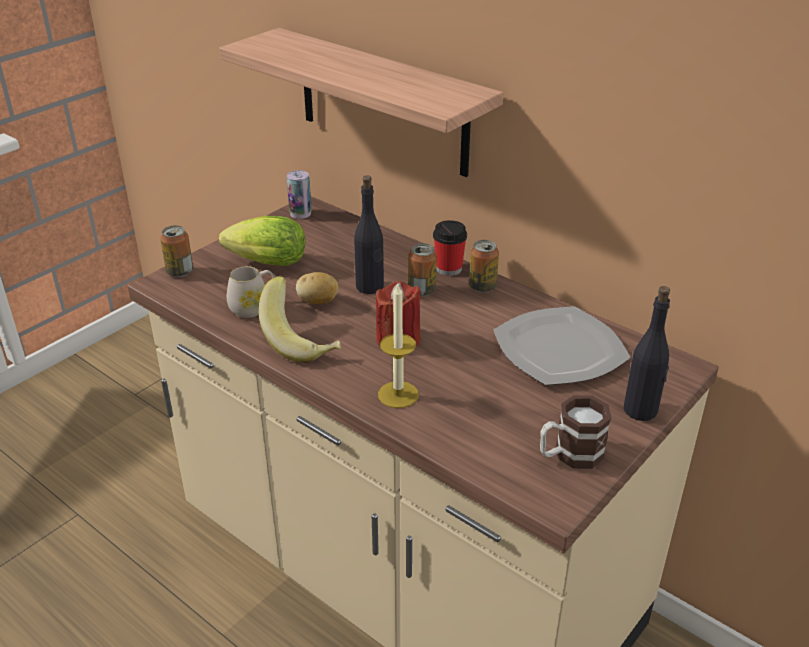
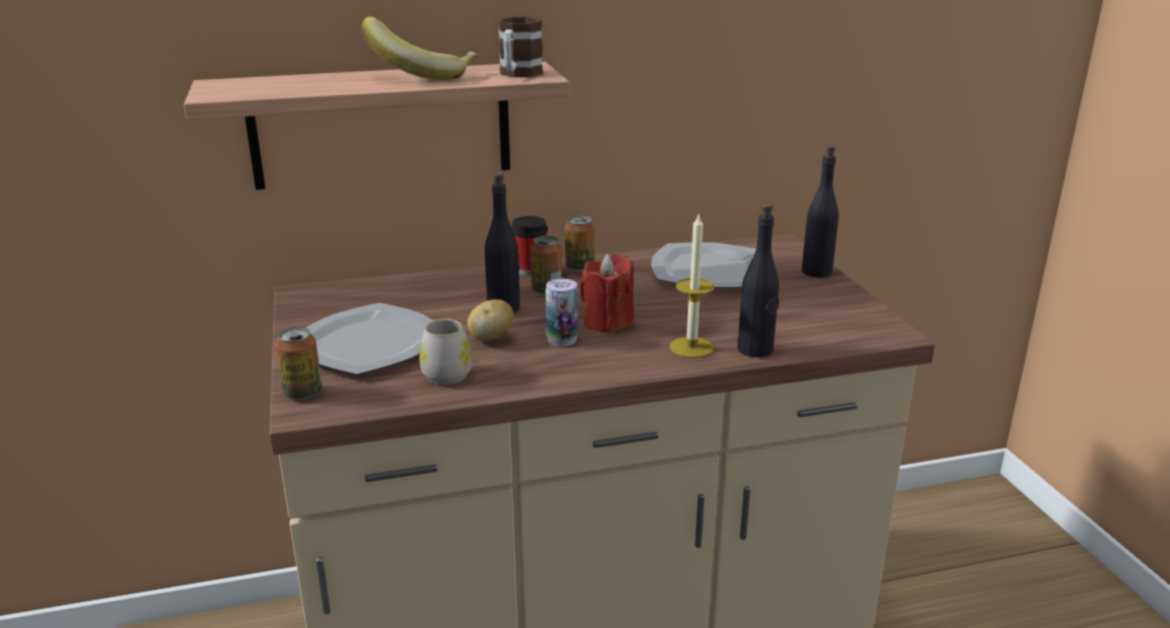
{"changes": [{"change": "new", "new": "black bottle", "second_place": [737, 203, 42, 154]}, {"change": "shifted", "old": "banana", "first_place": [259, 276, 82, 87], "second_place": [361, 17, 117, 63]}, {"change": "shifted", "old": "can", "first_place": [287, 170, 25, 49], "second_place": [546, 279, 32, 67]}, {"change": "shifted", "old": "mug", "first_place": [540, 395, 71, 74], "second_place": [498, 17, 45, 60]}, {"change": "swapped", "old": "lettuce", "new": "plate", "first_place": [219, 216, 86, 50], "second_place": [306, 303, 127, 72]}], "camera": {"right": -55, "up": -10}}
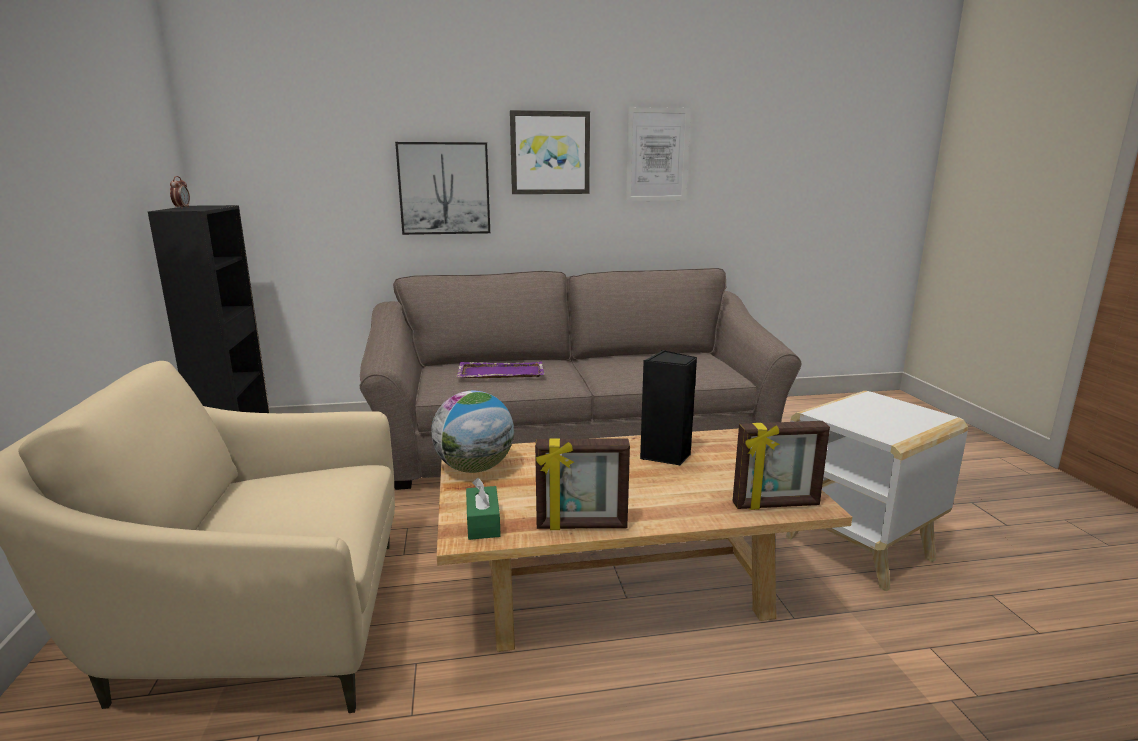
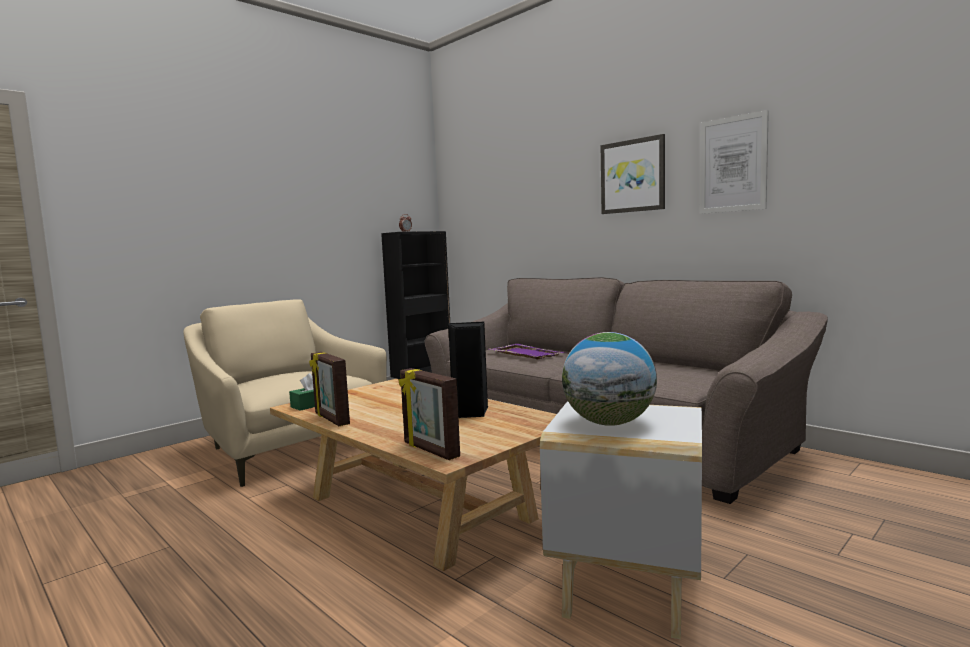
{"changes": [{"change": "gone", "old": "picture", "first_place": [395, 142, 95, 93]}, {"change": "shifted", "old": "globe", "first_place": [431, 391, 83, 82], "second_place": [562, 332, 95, 94]}], "camera": {"right": 55, "up": -10}}
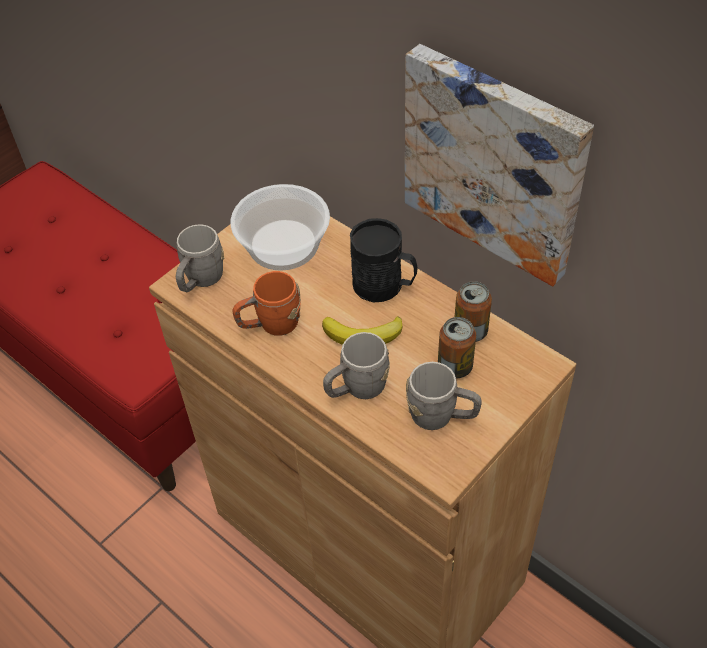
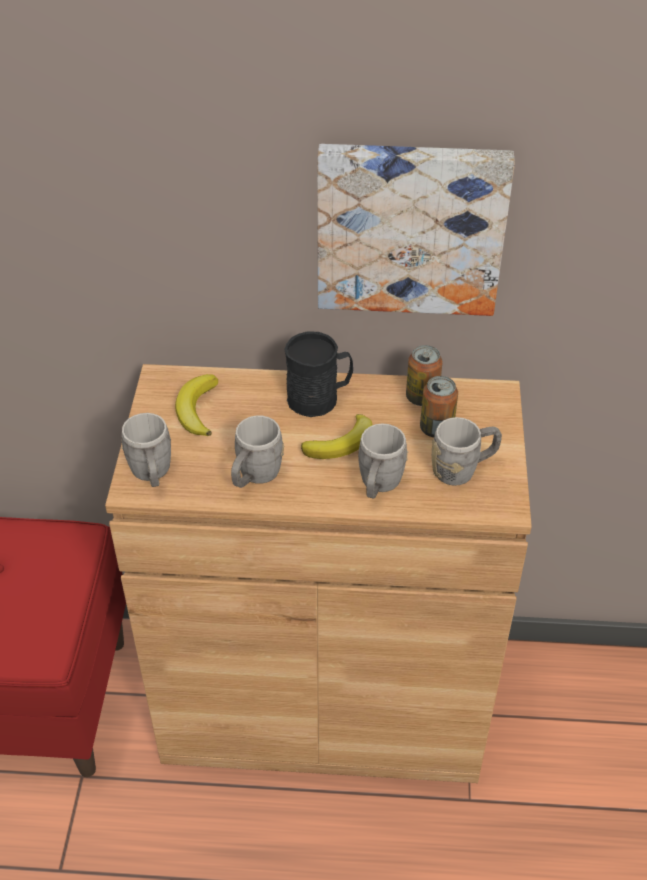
{"changes": [{"change": "swapped", "old": "bowl", "new": "banana", "first_place": [230, 184, 100, 87], "second_place": [175, 374, 43, 62]}, {"change": "repainted", "old": "orange mug", "new": "grey mug", "first_place": [232, 271, 69, 65], "second_place": [231, 416, 53, 72]}], "camera": {"right": -40, "up": -5}}
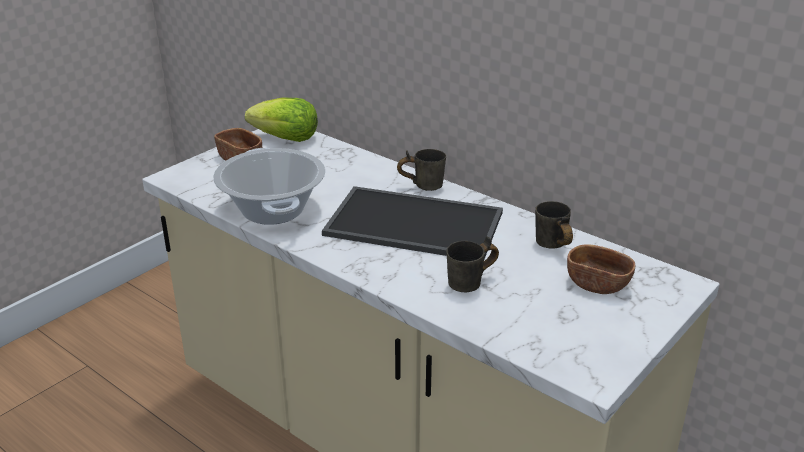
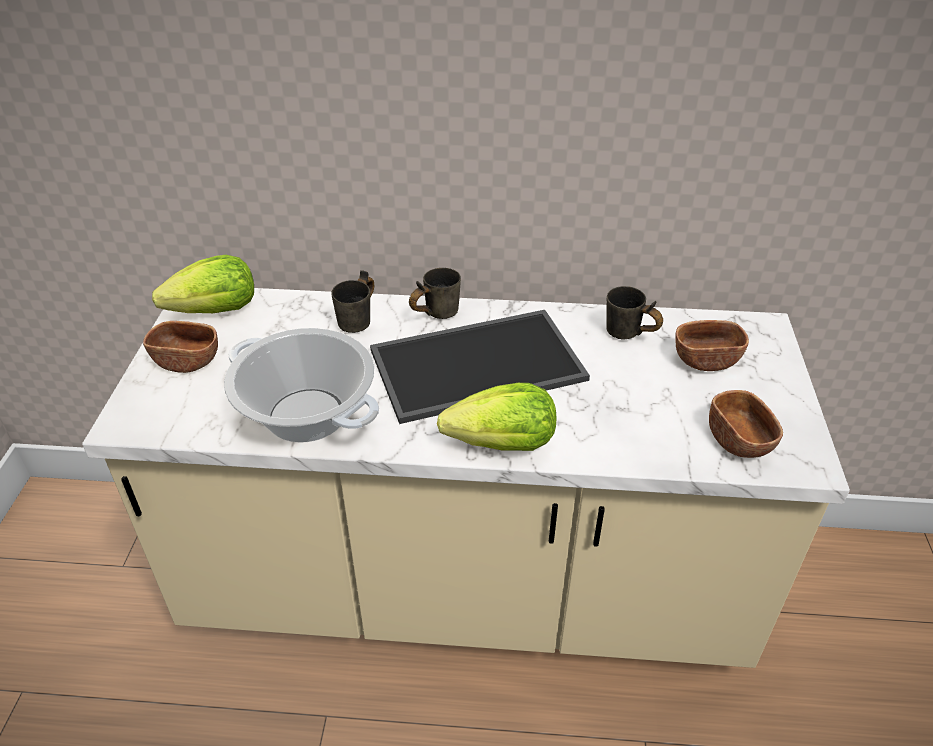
{"changes": [{"change": "new", "new": "lettuce", "second_place": [437, 383, 119, 68]}, {"change": "new", "new": "brown bowl", "second_place": [709, 390, 74, 68]}, {"change": "shifted", "old": "grey mug", "first_place": [446, 236, 53, 56], "second_place": [331, 270, 43, 63]}], "camera": {"right": -35, "up": 10}}
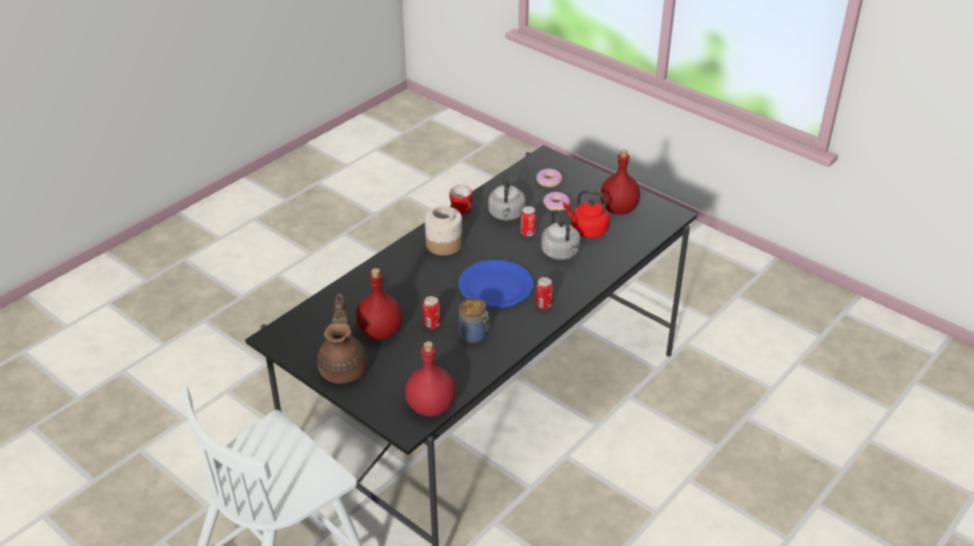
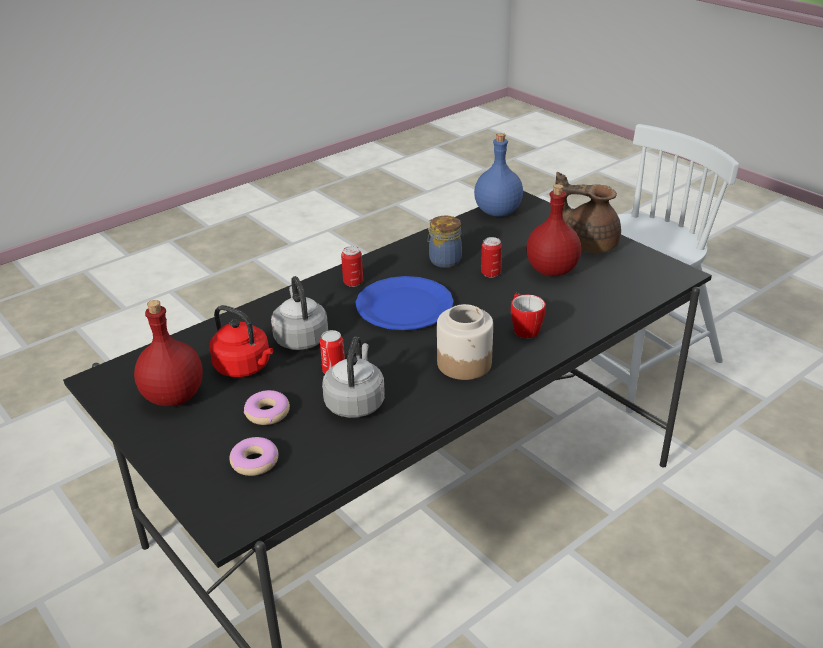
{"changes": [{"change": "shifted", "old": "mug", "first_place": [449, 185, 24, 30], "second_place": [511, 293, 35, 46]}, {"change": "repainted", "old": "red bottle", "new": "blue bottle", "first_place": [405, 341, 50, 76], "second_place": [474, 133, 49, 84]}, {"change": "rotated", "old": "brown teapot", "first_place": [317, 294, 51, 90], "second_place": [555, 172, 66, 81], "degrees": 105}], "camera": {"right": -170, "up": -5}}
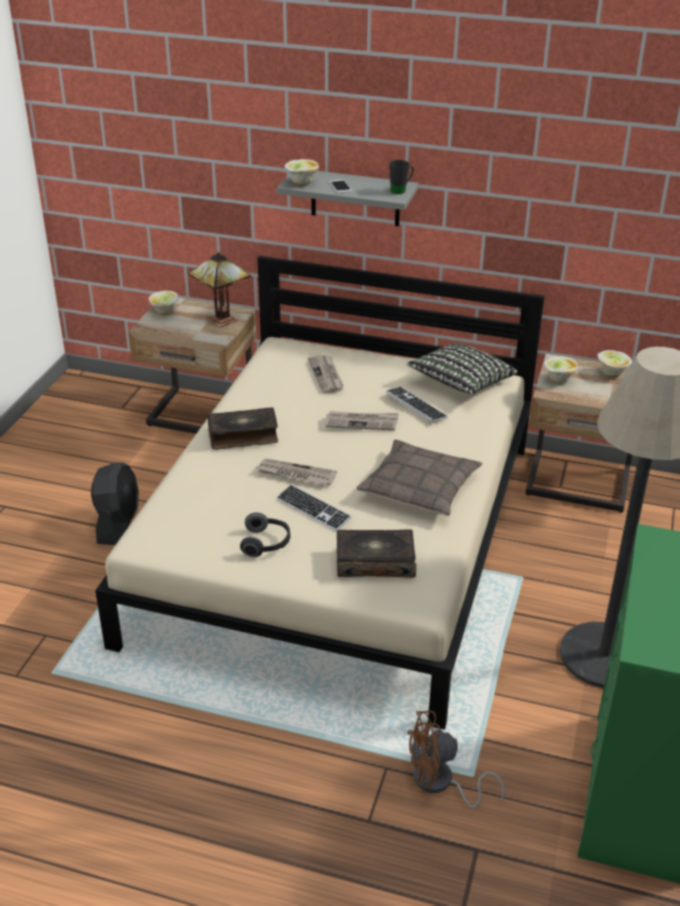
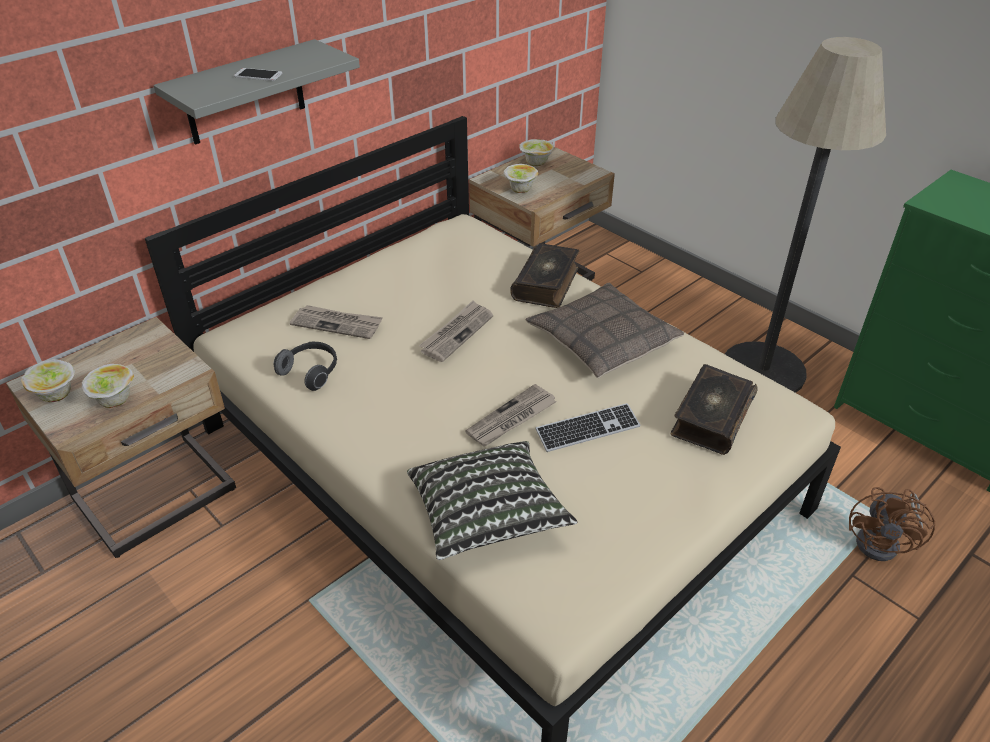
{"changes": [{"change": "gone", "old": "black fan", "first_place": [91, 462, 48, 83]}, {"change": "gone", "old": "table lamp", "first_place": [188, 252, 63, 75]}, {"change": "gone", "old": "keyboard", "first_place": [386, 387, 62, 36]}, {"change": "gone", "old": "black mug", "first_place": [389, 160, 25, 34]}, {"change": "shifted", "old": "book", "first_place": [208, 407, 70, 43], "second_place": [510, 243, 69, 65]}, {"change": "shifted", "old": "headphones", "first_place": [240, 513, 50, 44], "second_place": [273, 342, 64, 49]}, {"change": "shifted", "old": "bowl", "first_place": [284, 159, 35, 26], "second_place": [82, 364, 52, 44]}, {"change": "shifted", "old": "pillow", "first_place": [407, 343, 111, 51], "second_place": [407, 441, 171, 119]}], "camera": {"right": -60, "up": 5}}
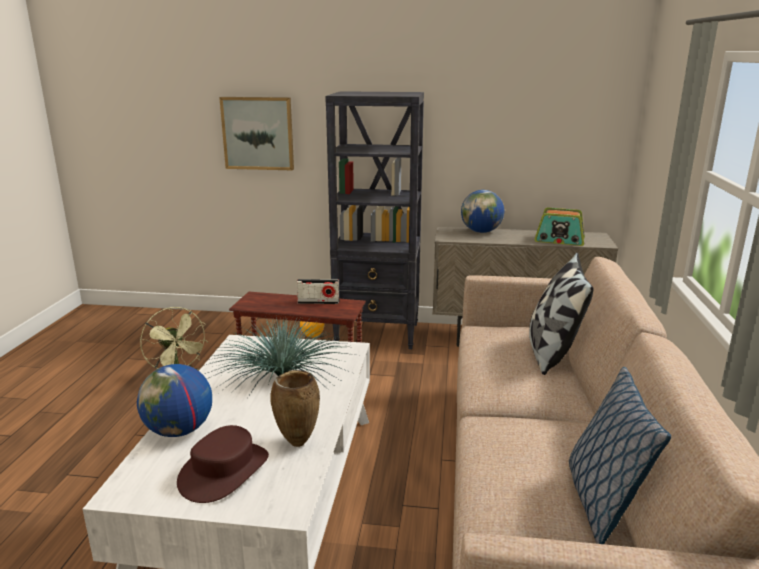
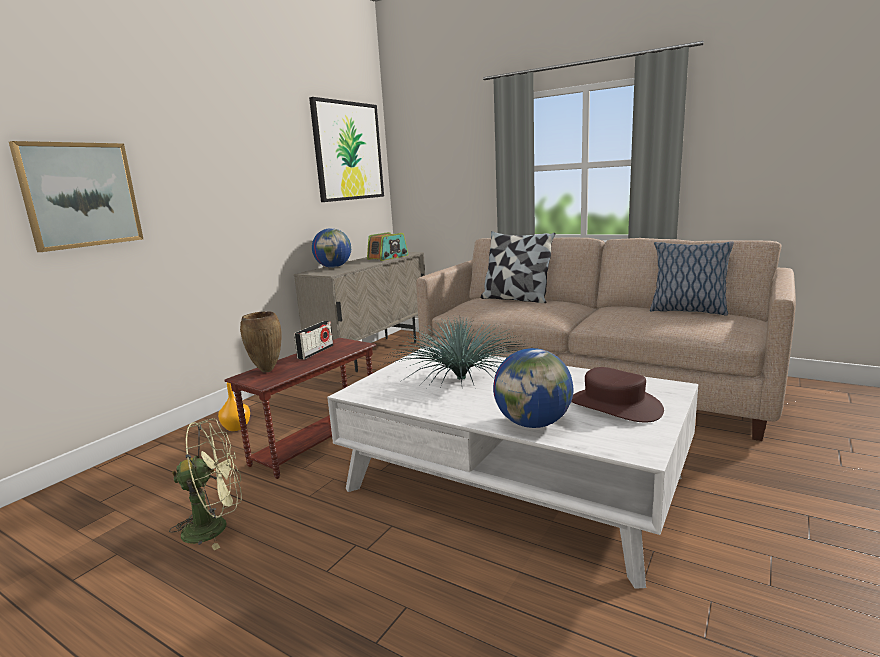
{"changes": [{"change": "gone", "old": "black bookcase", "first_place": [325, 91, 99, 258]}, {"change": "new", "new": "picture", "second_place": [309, 97, 75, 105]}, {"change": "shifted", "old": "brown vase", "first_place": [270, 370, 50, 77], "second_place": [240, 311, 41, 61]}], "camera": {"right": -65, "up": -5}}
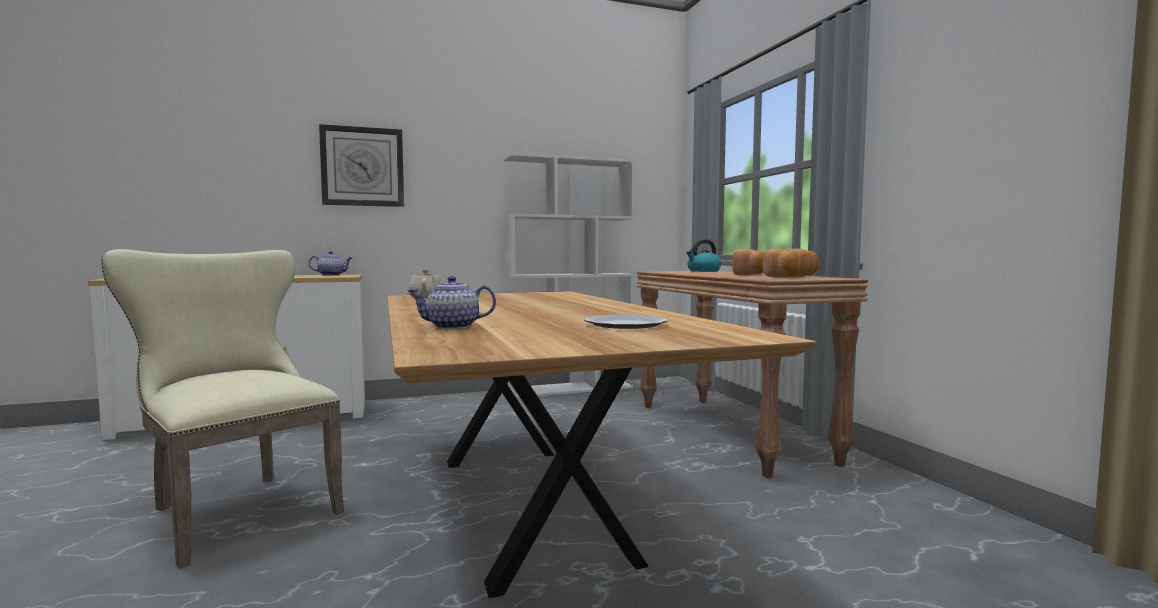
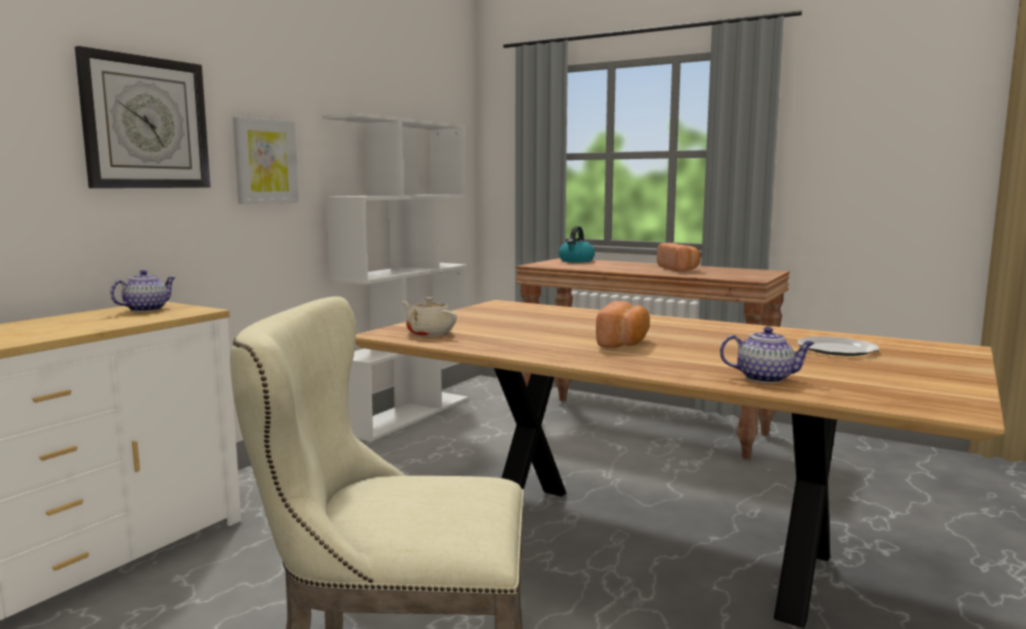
{"changes": [{"change": "new", "new": "picture", "second_place": [233, 116, 66, 88]}, {"change": "shifted", "old": "bread", "first_place": [763, 249, 56, 29], "second_place": [596, 301, 54, 47]}, {"change": "rotated", "old": "teapot", "first_place": [408, 276, 88, 53], "second_place": [720, 327, 95, 56], "degrees": -120}], "camera": {"right": -40, "up": 5}}
